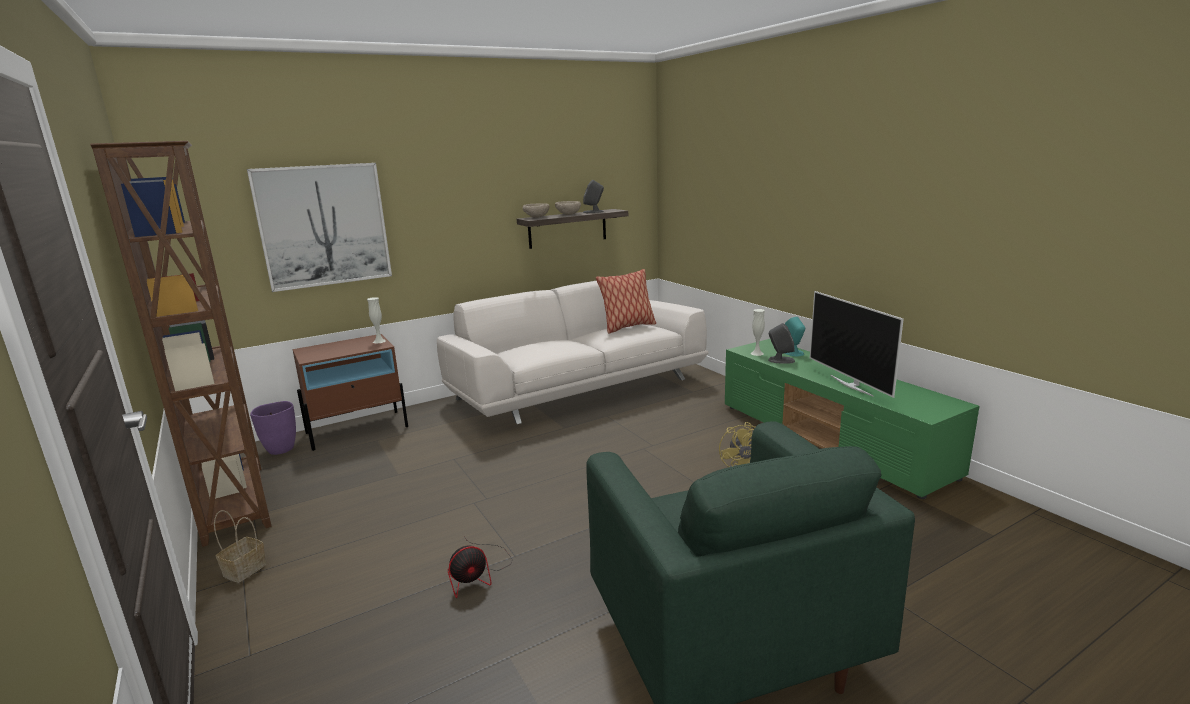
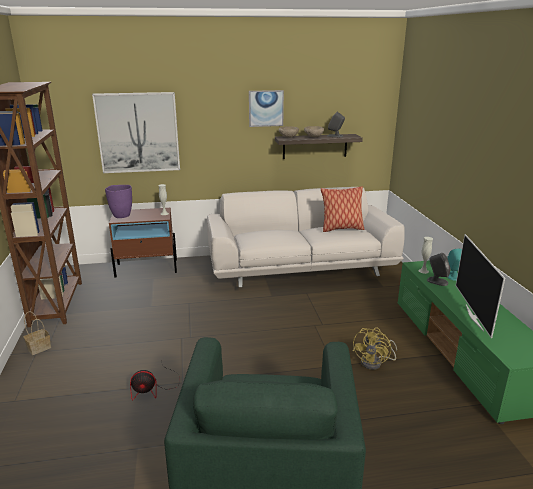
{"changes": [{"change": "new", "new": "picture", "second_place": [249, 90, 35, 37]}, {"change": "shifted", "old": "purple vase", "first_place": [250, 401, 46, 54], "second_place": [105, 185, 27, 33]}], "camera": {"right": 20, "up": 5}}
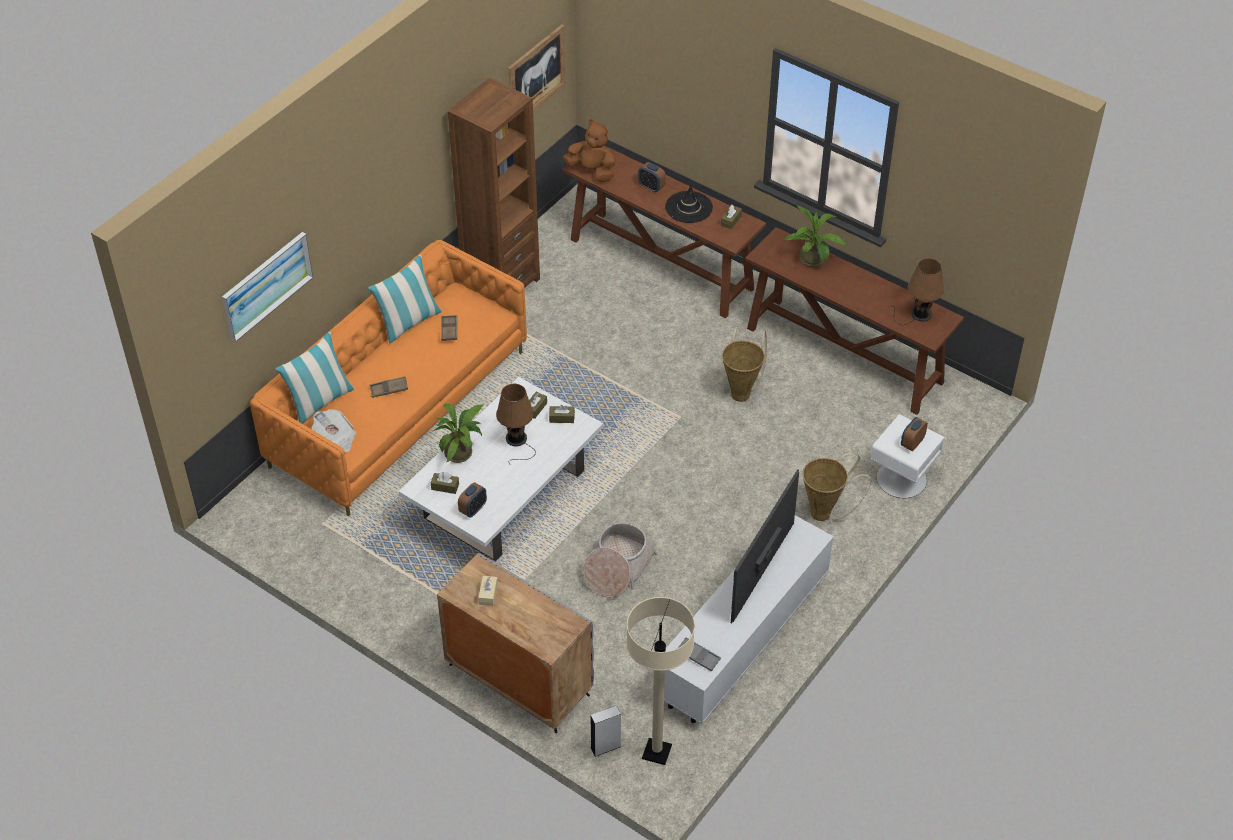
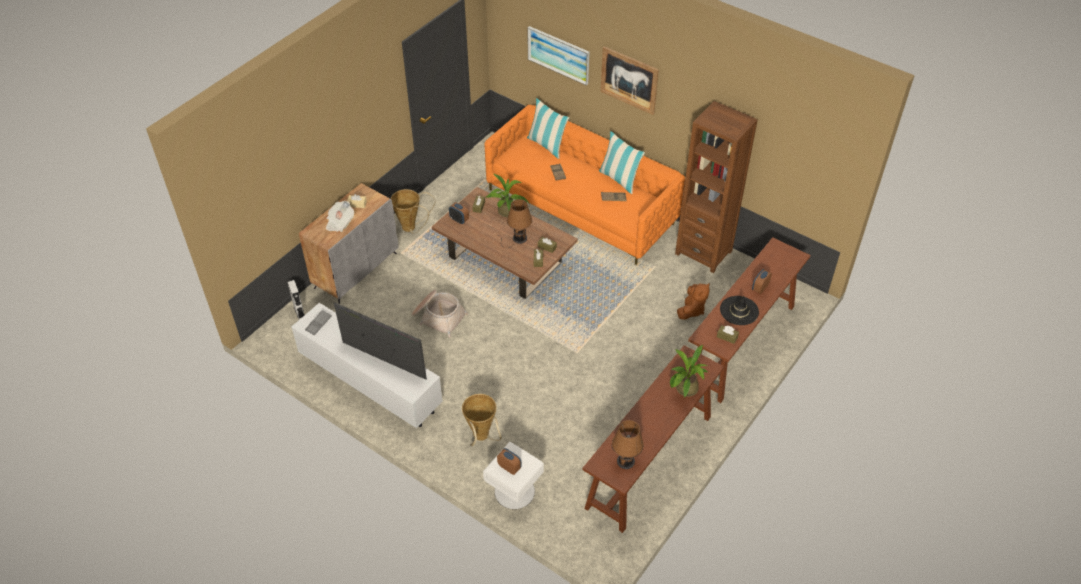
{"changes": [{"change": "gone", "old": "beige floor lamp", "first_place": [626, 597, 69, 168]}, {"change": "shifted", "old": "newspaper", "first_place": [311, 409, 46, 43], "second_place": [326, 201, 28, 31]}, {"change": "shifted", "old": "picture", "first_place": [508, 25, 58, 86], "second_place": [600, 46, 59, 69]}, {"change": "shifted", "old": "brown plush toy", "first_place": [563, 119, 53, 63], "second_place": [677, 283, 33, 37]}, {"change": "shifted", "old": "basket", "first_place": [722, 326, 45, 76], "second_place": [391, 189, 44, 45]}, {"change": "repainted", "old": "white coffee table", "new": "brown coffee table", "first_place": [398, 377, 205, 184], "second_place": [432, 187, 146, 112]}], "camera": {"right": 90, "up": 0}}
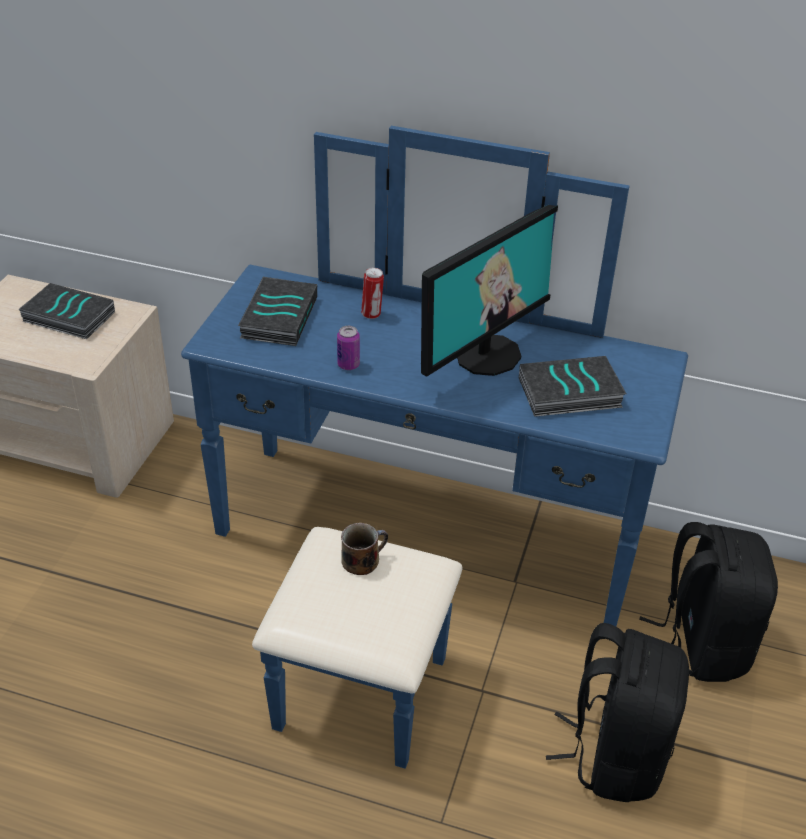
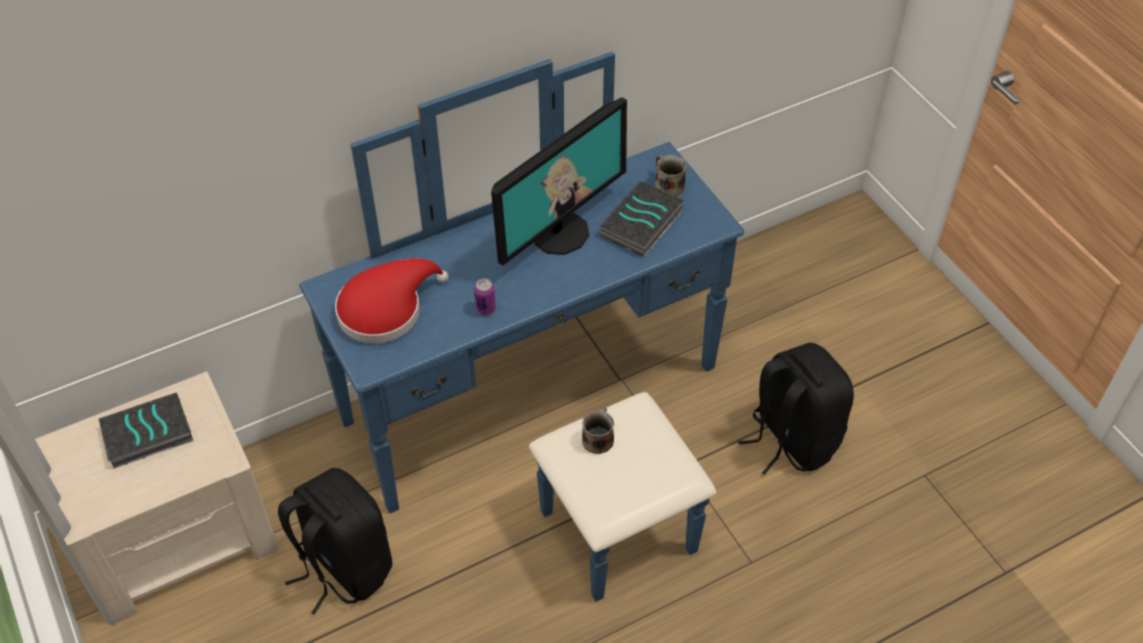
{"changes": [{"change": "gone", "old": "can", "first_place": [361, 268, 23, 51]}, {"change": "new", "new": "mug", "second_place": [655, 155, 31, 41]}, {"change": "shifted", "old": "black backpack", "first_place": [639, 522, 139, 160], "second_place": [278, 468, 114, 147]}, {"change": "swapped", "old": "book", "new": "red hat", "first_place": [238, 277, 79, 69], "second_place": [335, 258, 114, 86]}, {"change": "rotated", "old": "monitor", "first_place": [421, 205, 137, 172], "second_place": [491, 97, 136, 169], "degrees": 45}], "camera": {"right": -45, "up": 10}}
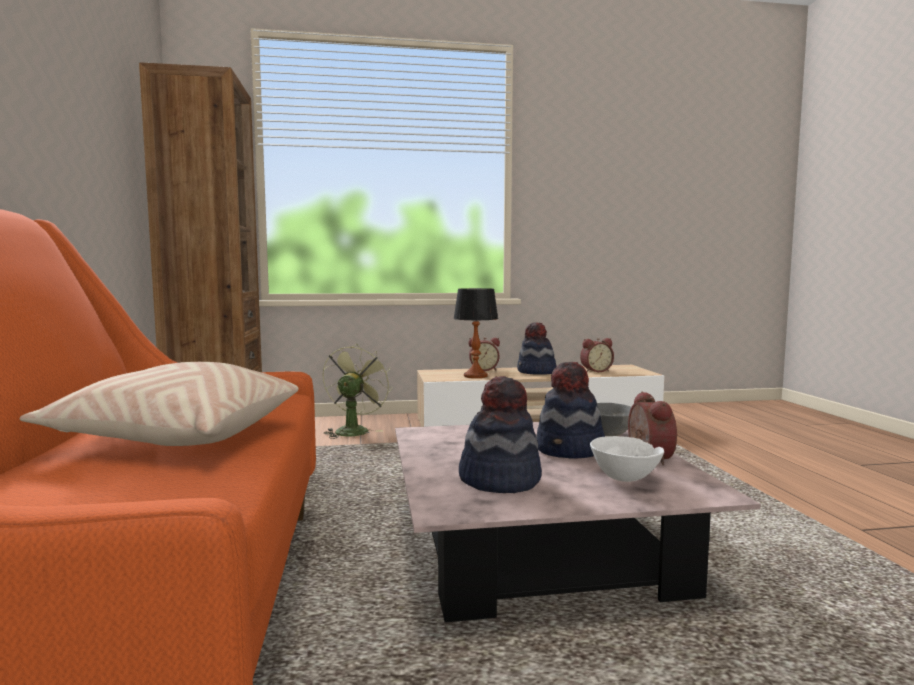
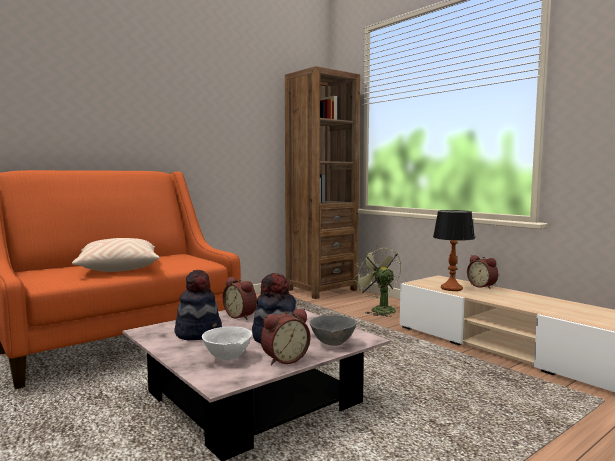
{"changes": [{"change": "gone", "old": "hat", "first_place": [517, 322, 40, 53]}, {"change": "shifted", "old": "alarm clock", "first_place": [580, 338, 34, 34], "second_place": [223, 277, 34, 43]}, {"change": "rotated", "old": "green fan", "first_place": [323, 344, 69, 95], "second_place": [353, 245, 48, 72], "degrees": -105}], "camera": {"right": 60, "up": 0}}
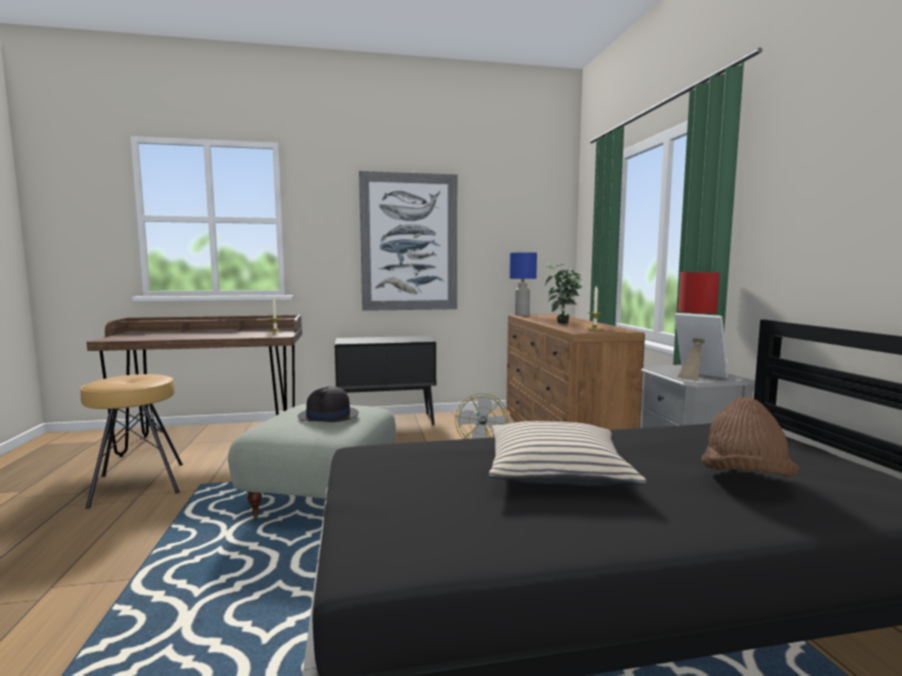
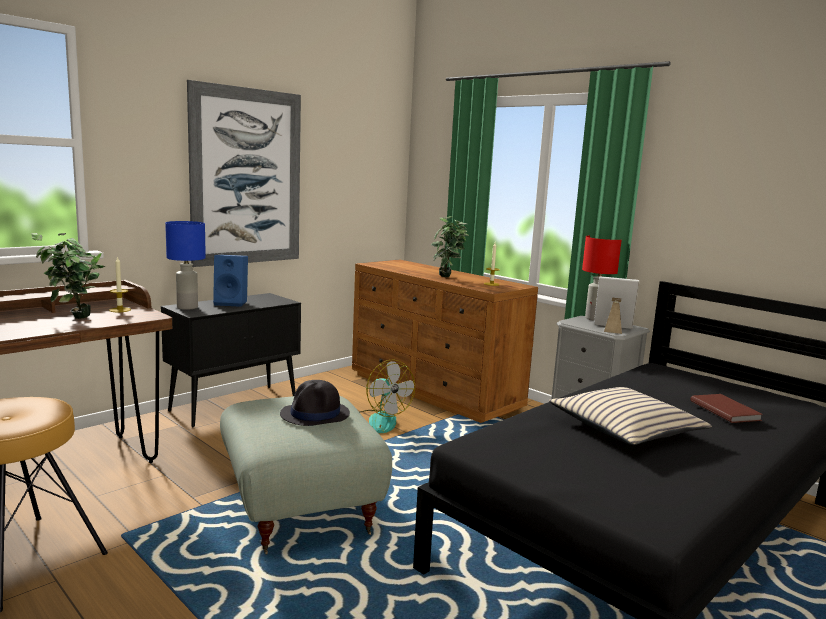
{"changes": [{"change": "new", "new": "potted plant", "second_place": [31, 233, 75, 86]}, {"change": "new", "new": "blue speaker", "second_place": [213, 255, 35, 52]}, {"change": "shifted", "old": "blue table lamp", "first_place": [509, 252, 28, 64], "second_place": [165, 221, 41, 89]}, {"change": "swapped", "old": "brown hat", "new": "brown book", "first_place": [701, 397, 98, 80], "second_place": [690, 394, 73, 29]}], "camera": {"right": -35, "up": 5}}
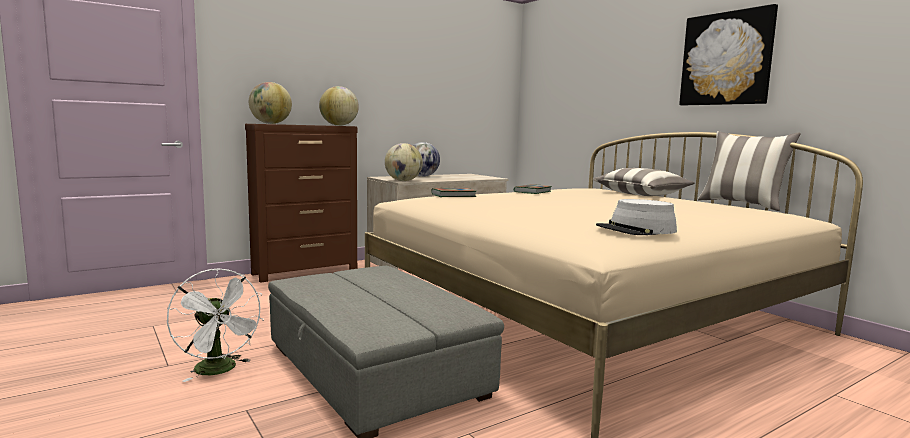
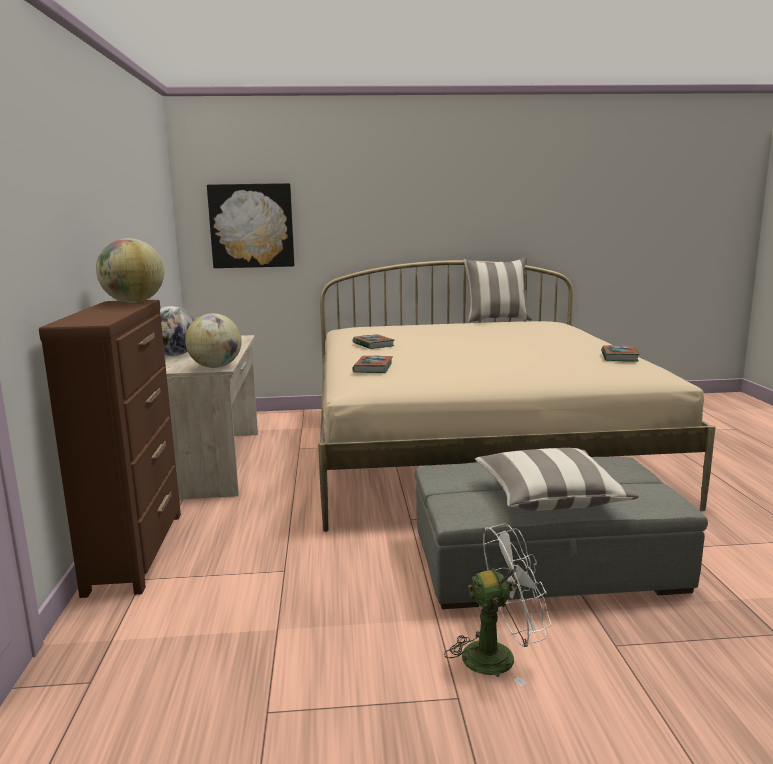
{"changes": [{"change": "gone", "old": "globe", "first_place": [249, 82, 43, 42]}, {"change": "shifted", "old": "pillow", "first_place": [593, 168, 102, 28], "second_place": [475, 448, 164, 63]}, {"change": "shifted", "old": "picture", "first_place": [679, 4, 99, 101], "second_place": [207, 183, 87, 85]}, {"change": "swapped", "old": "grey hat", "new": "book", "first_place": [596, 199, 81, 36], "second_place": [601, 345, 39, 17]}], "camera": {"right": -60, "up": 5}}
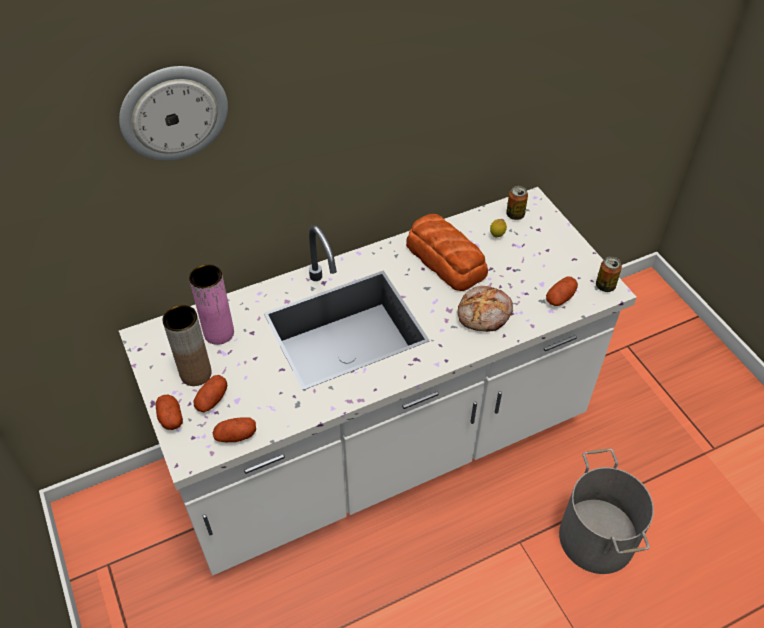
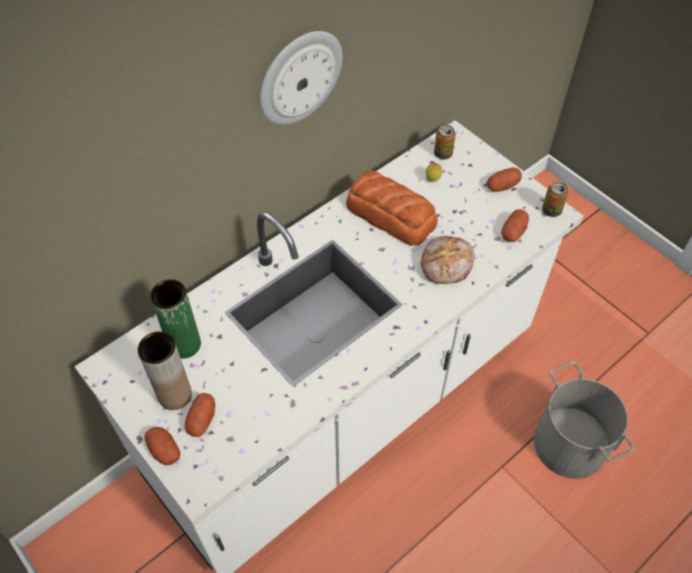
{"changes": [{"change": "shifted", "old": "wall clock", "first_place": [119, 66, 109, 94], "second_place": [260, 31, 83, 94]}, {"change": "shifted", "old": "potato", "first_place": [213, 417, 43, 25], "second_place": [487, 167, 35, 25]}, {"change": "repainted", "old": "pink vase", "new": "green vase", "first_place": [189, 264, 45, 81], "second_place": [150, 279, 51, 79]}], "camera": {"right": -15, "up": 5}}
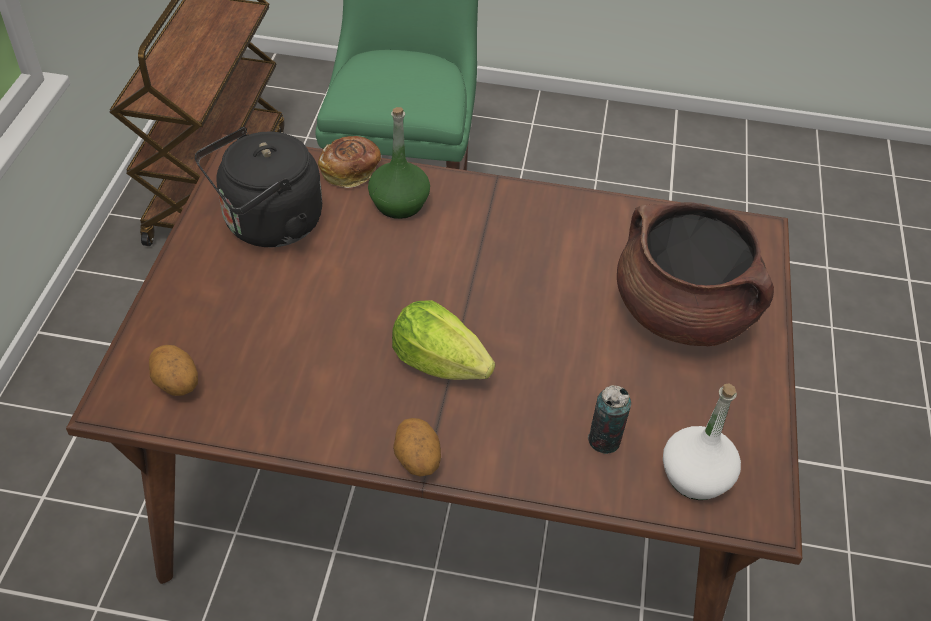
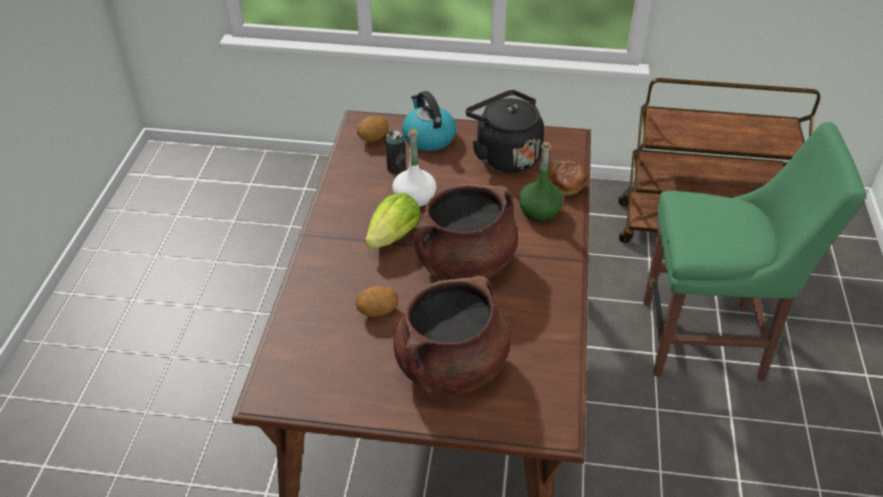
{"changes": [{"change": "new", "new": "kettle", "second_place": [402, 91, 54, 60]}, {"change": "new", "new": "brown cooking pot", "second_place": [414, 184, 104, 96]}, {"change": "shifted", "old": "potato", "first_place": [393, 418, 48, 59], "second_place": [356, 286, 42, 31]}, {"change": "shifted", "old": "can", "first_place": [588, 385, 43, 69], "second_place": [386, 130, 19, 44]}, {"change": "shifted", "old": "white bottle", "first_place": [663, 383, 78, 117], "second_place": [392, 129, 45, 79]}], "camera": {"right": 90, "up": -5}}
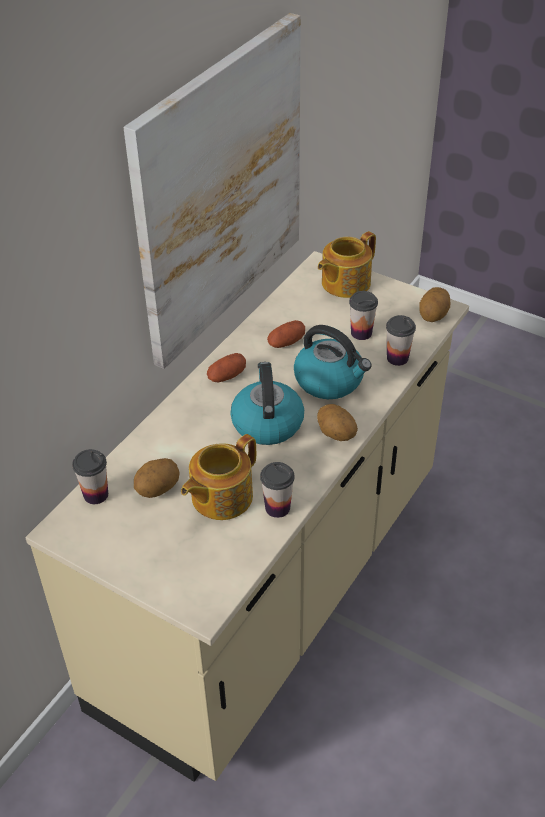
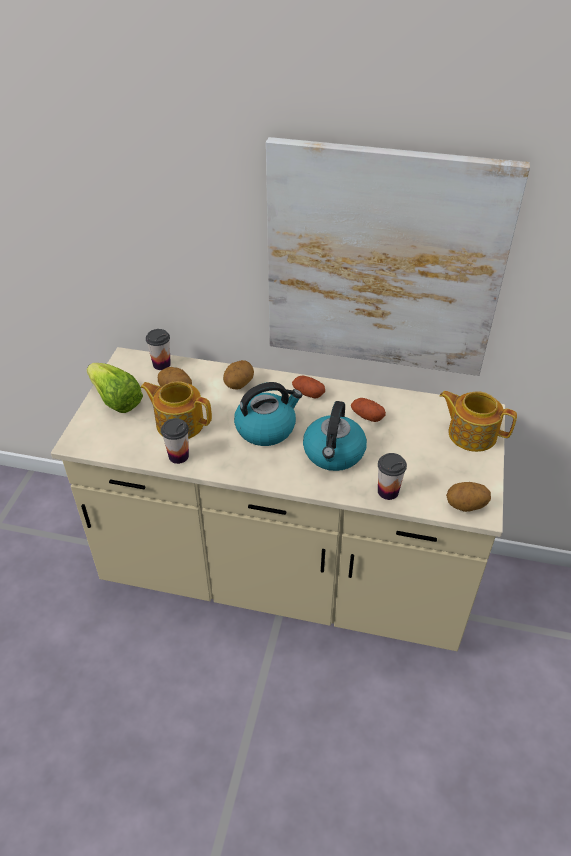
{"changes": [{"change": "gone", "old": "cup", "first_place": [349, 291, 29, 49]}, {"change": "new", "new": "lettuce", "second_place": [86, 363, 57, 50]}, {"change": "shifted", "old": "potato", "first_place": [317, 404, 41, 37], "second_place": [223, 360, 31, 30]}], "camera": {"right": 70, "up": 0}}
